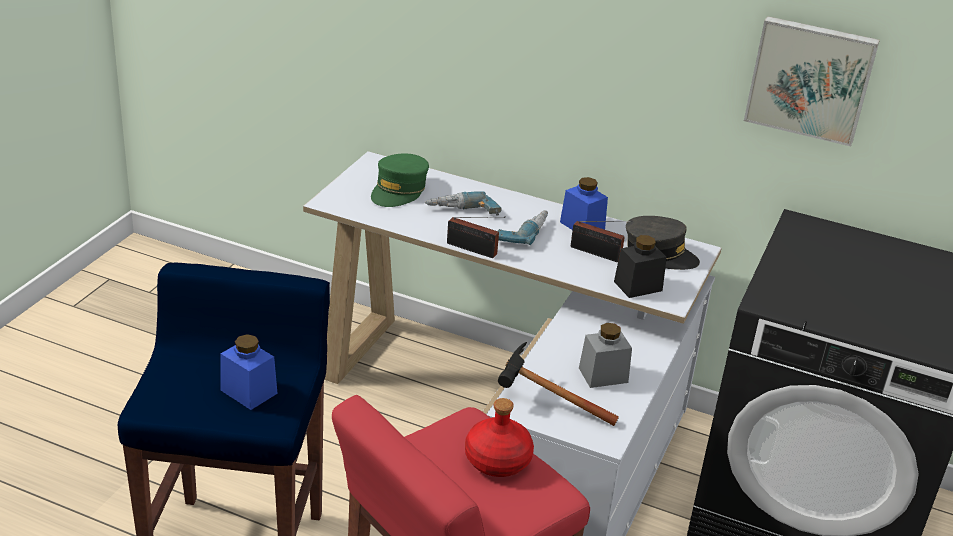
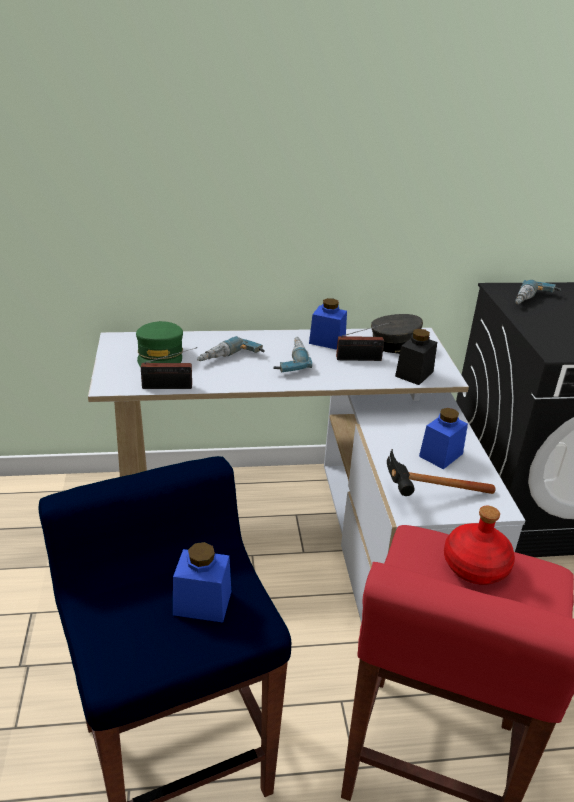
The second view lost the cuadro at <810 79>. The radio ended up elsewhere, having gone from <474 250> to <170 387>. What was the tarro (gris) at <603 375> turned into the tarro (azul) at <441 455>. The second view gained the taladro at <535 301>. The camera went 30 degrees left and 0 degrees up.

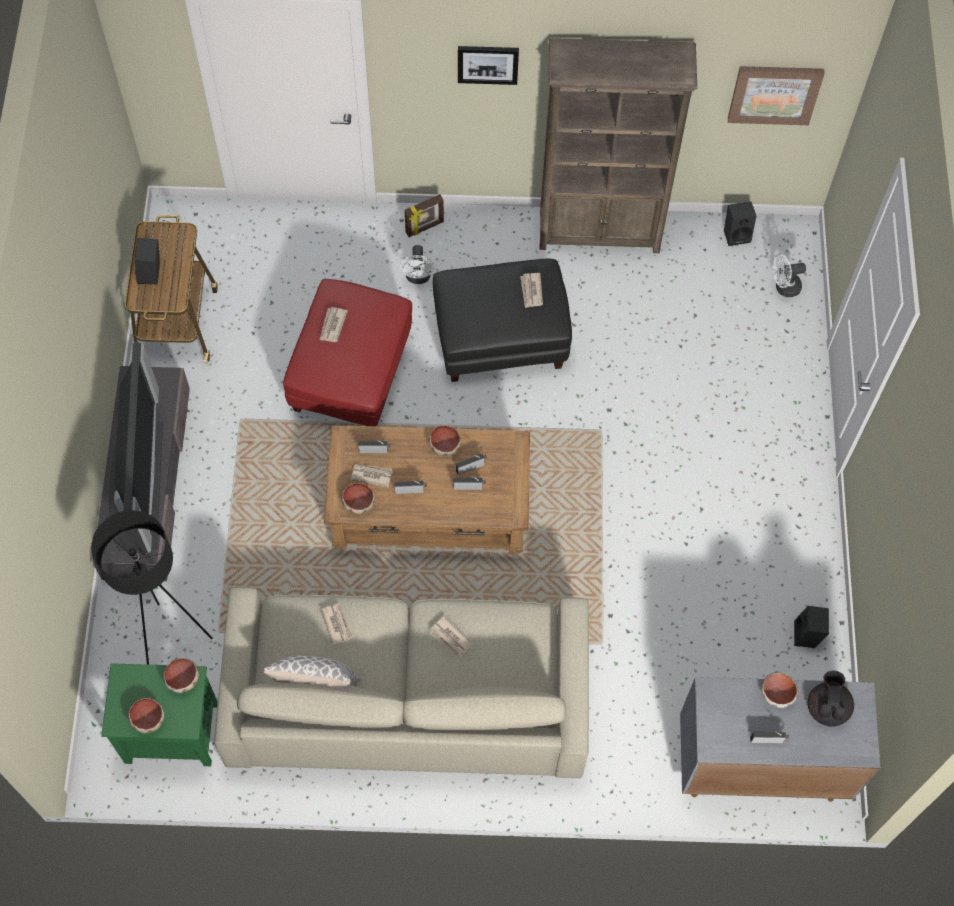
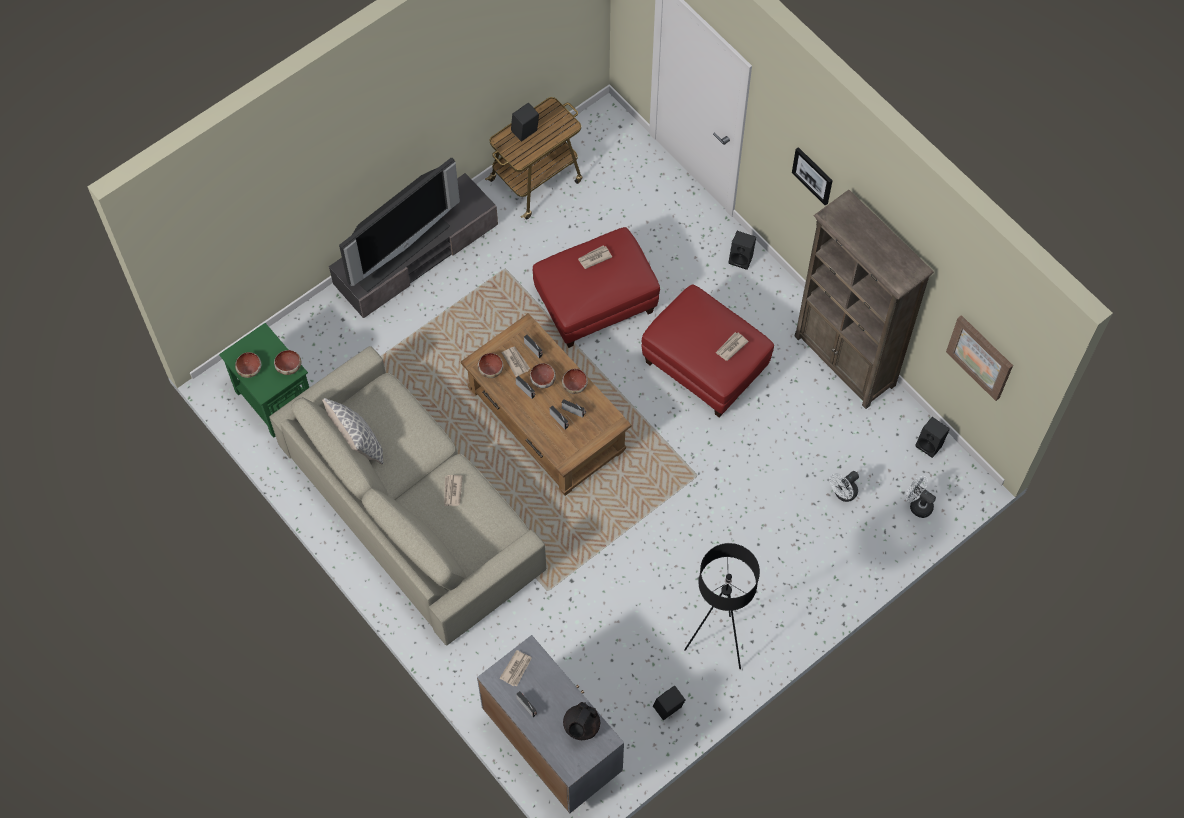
Where the portarretratos stood at <425 228>, the altavoz (negro) came to stand at <741 258>. The ventilador (blanco) ended up elsewhere, having gone from <418 277> to <843 494>. What was the puf (negro) at <500 338> turned into the puf (rojo) at <704 365>. The lámpara de pie (negro) ended up elsewhere, having gone from <172 638> to <717 644>. The periódico ended up elsewhere, having gone from <337 624> to <516 668>. The tetera (negro) at <827 707> ended up facing another way, 150 degrees clockwise from before. The cuenco ended up elsewhere, having gone from <778 693> to <543 380>. The camera went 50 degrees right and 0 degrees up.

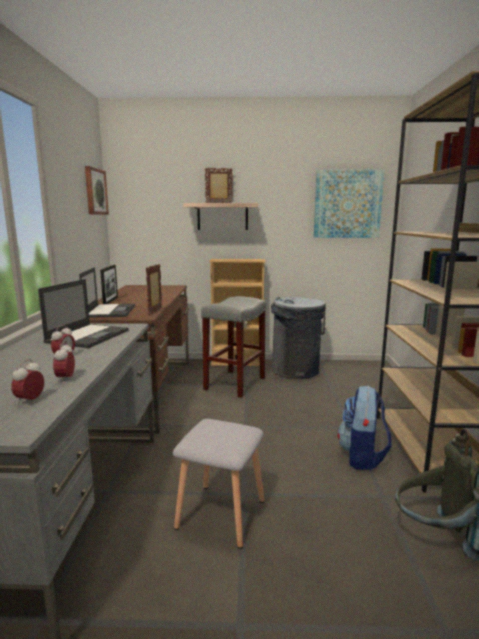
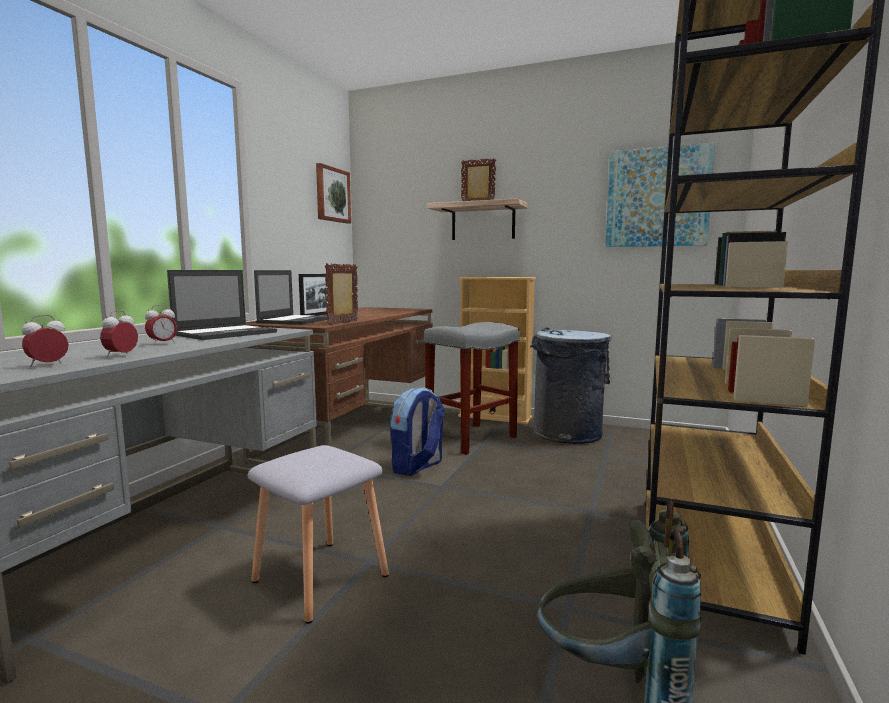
The mochila ended up elsewhere, having gone from <362 457> to <417 467>. The camera went 20 degrees right and 5 degrees down.

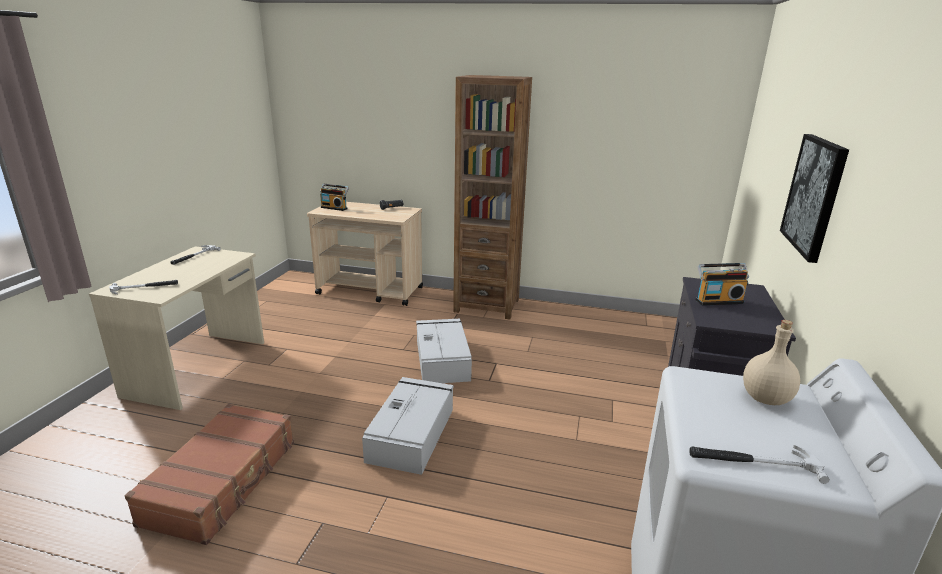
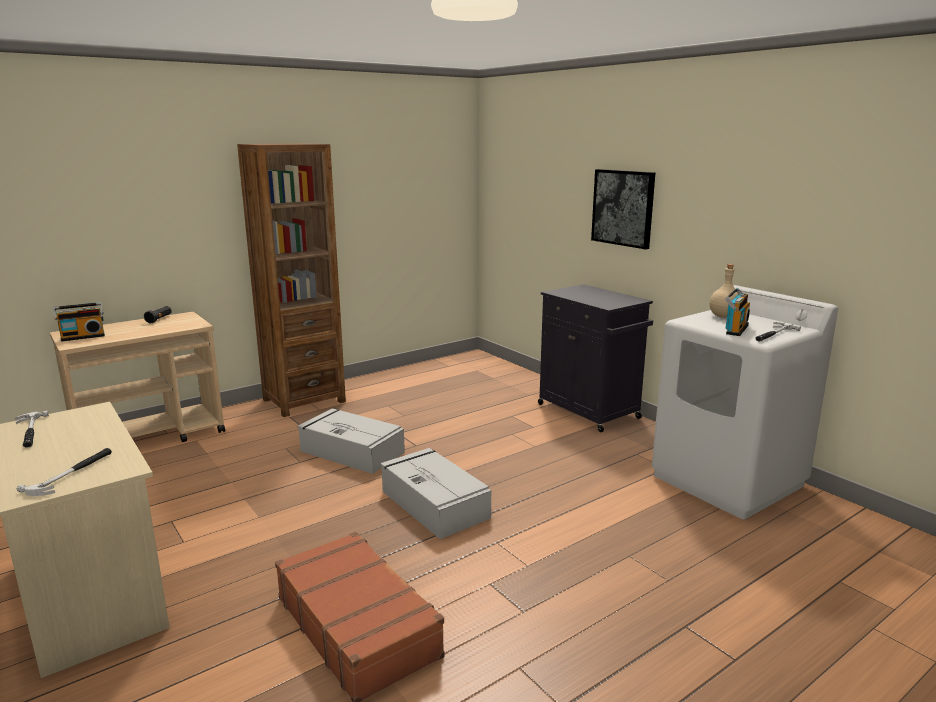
The radio ended up elsewhere, having gone from <718 301> to <734 329>. The camera went 50 degrees left and 5 degrees down.

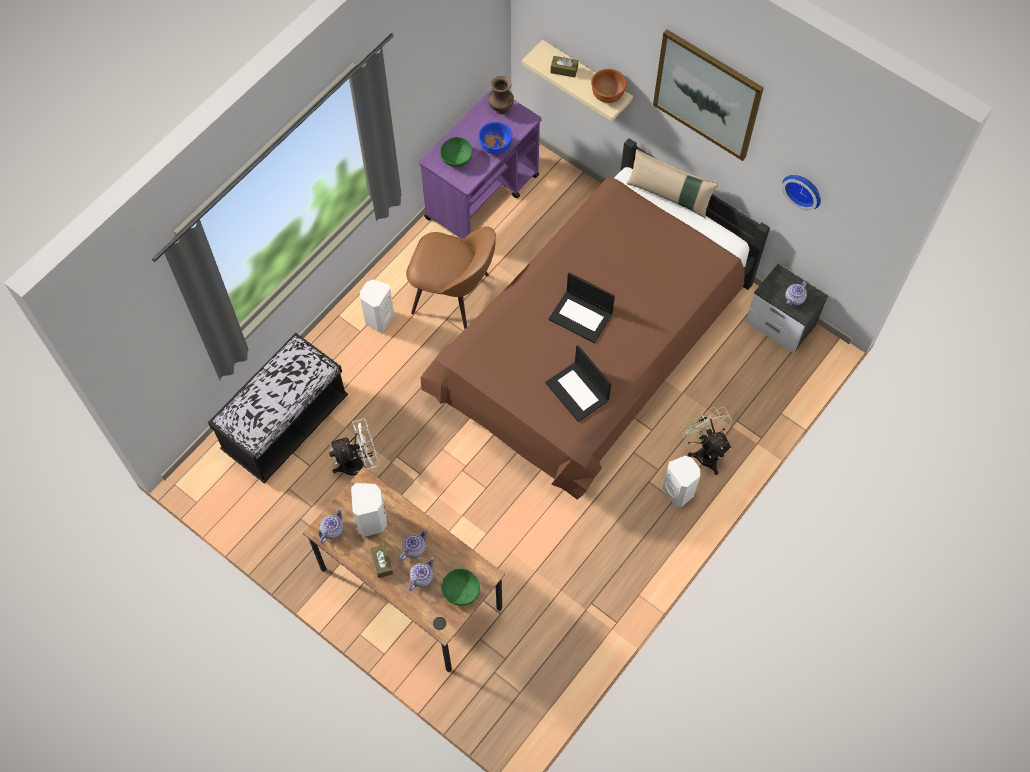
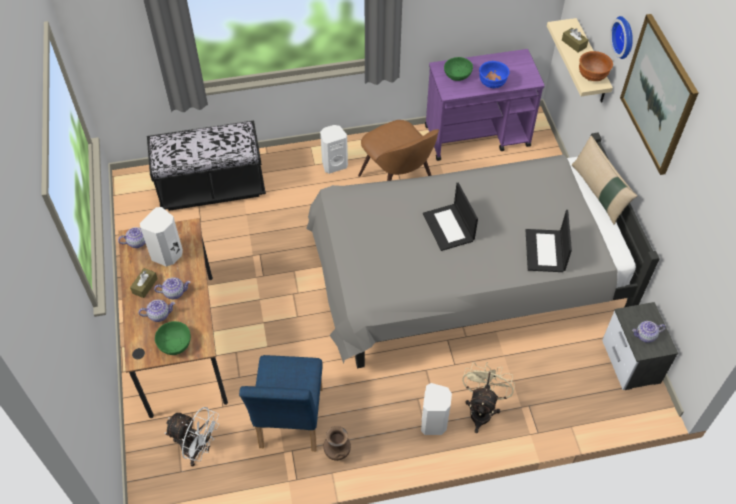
The florero (marrón) ended up elsewhere, having gone from <500 109> to <337 453>. What was the cama (marrón) at <593 348> turned into the cama (gris) at <464 279>. The reloj de pared ended up elsewhere, having gone from <803 189> to <625 37>. The portátil ended up elsewhere, having gone from <578 392> to <545 251>. The ventilador (blanco) ended up elsewhere, having gone from <359 464> to <198 449>. The second view gained the silla (azul) at <289 424>. The camera went 40 degrees right and 10 degrees down.

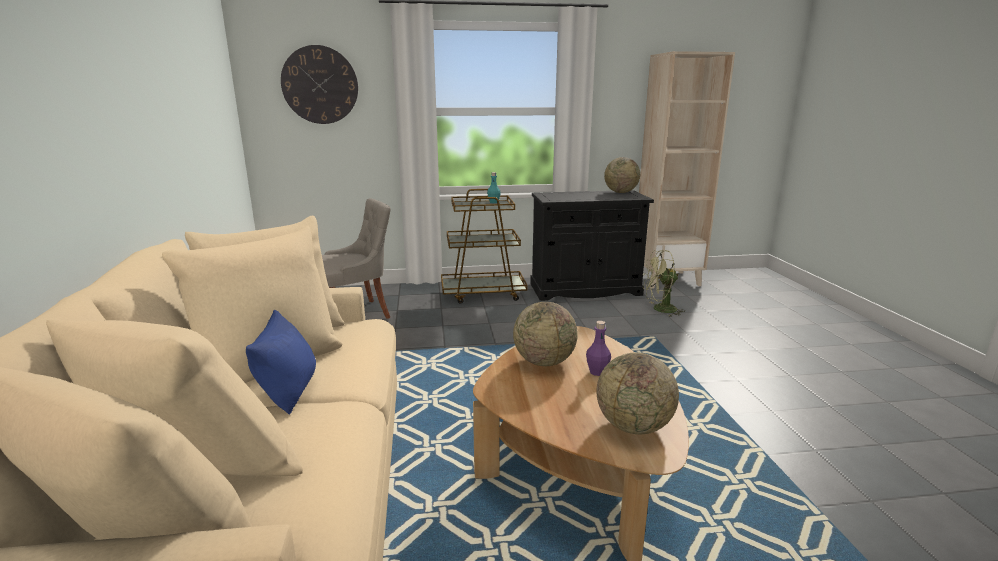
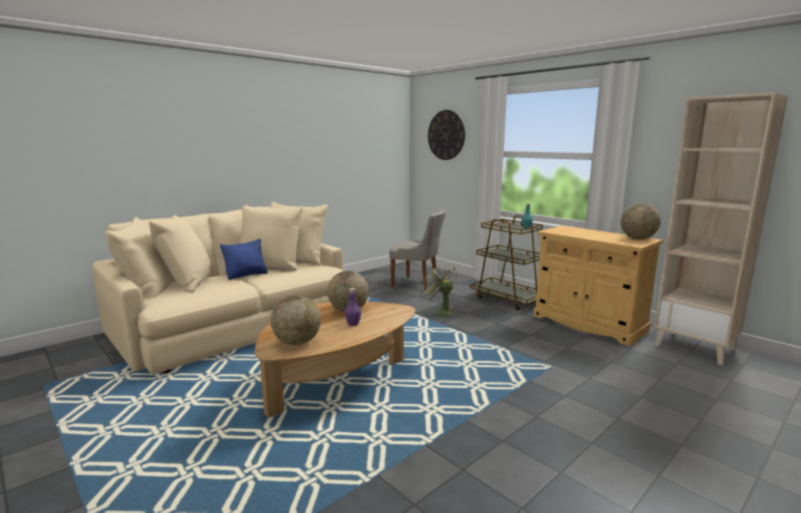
What was the armario (negro) at <585 289> turned into the armario (beis) at <588 324>. The ventilador (verde) ended up elsewhere, having gone from <660 309> to <441 311>. The camera went 55 degrees right and 5 degrees down.

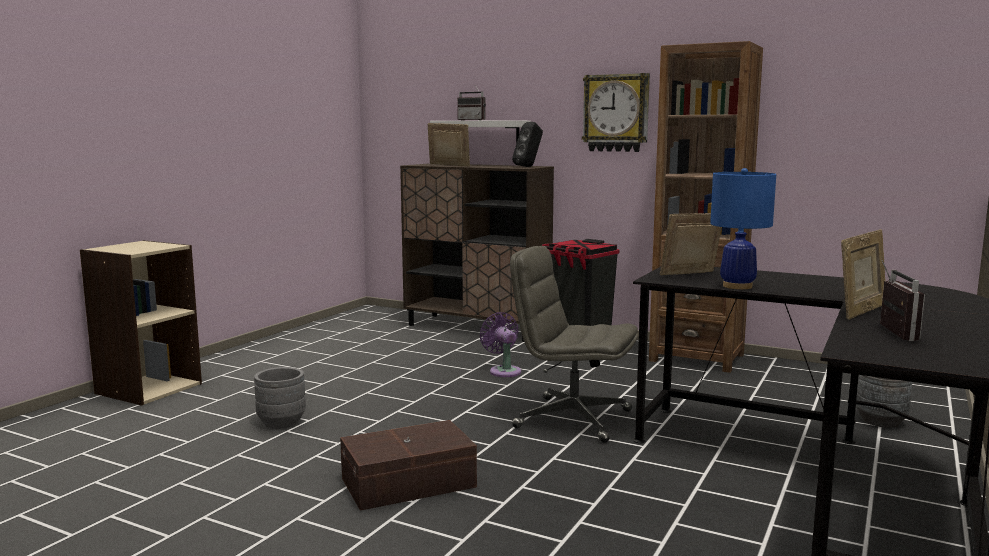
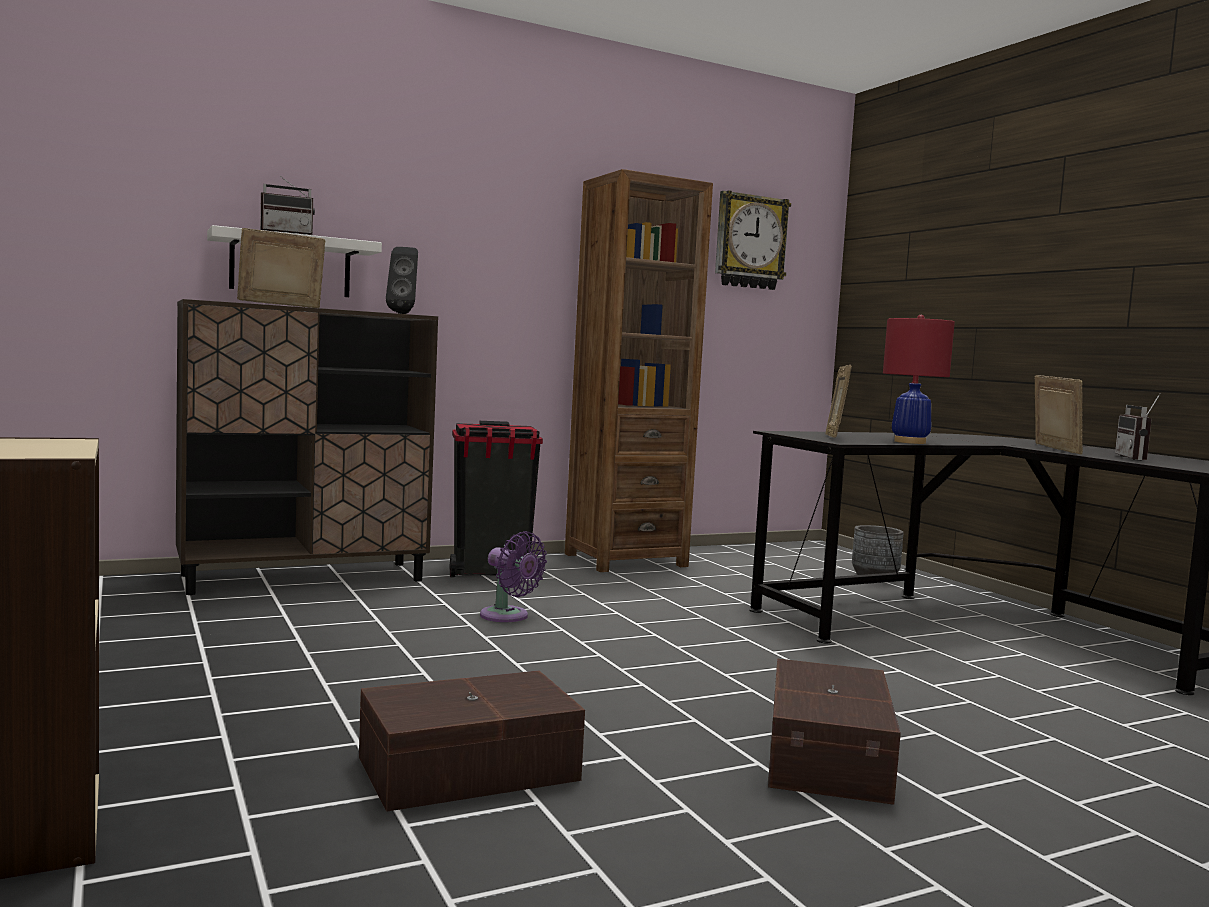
The reloj de pared ended up elsewhere, having gone from <616 113> to <749 242>. What was the lámpara de mesa (azul) at <737 286> turned into the lámpara de mesa (rojo) at <910 442>. The second view lost the silla de oficina (gris) at <571 419>. The radio at <890 333> ended up facing another way, 120 degrees counterclockwise from before. The ventilador (morado) at <503 371> ended up facing another way, 150 degrees counterclockwise from before. Where the maceta (gris) stood at <281 422>, the caja de almacenaje (marrón) came to stand at <465 768>. The camera went 55 degrees left and 5 degrees down.

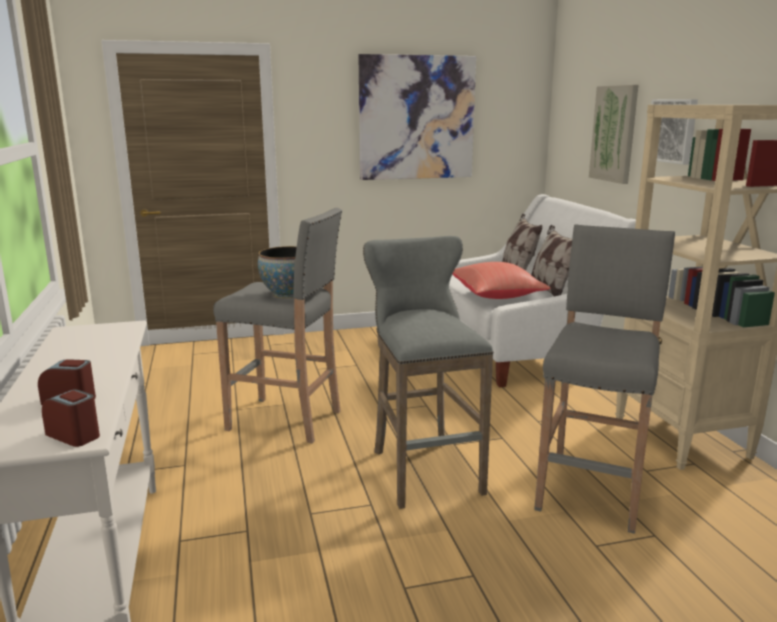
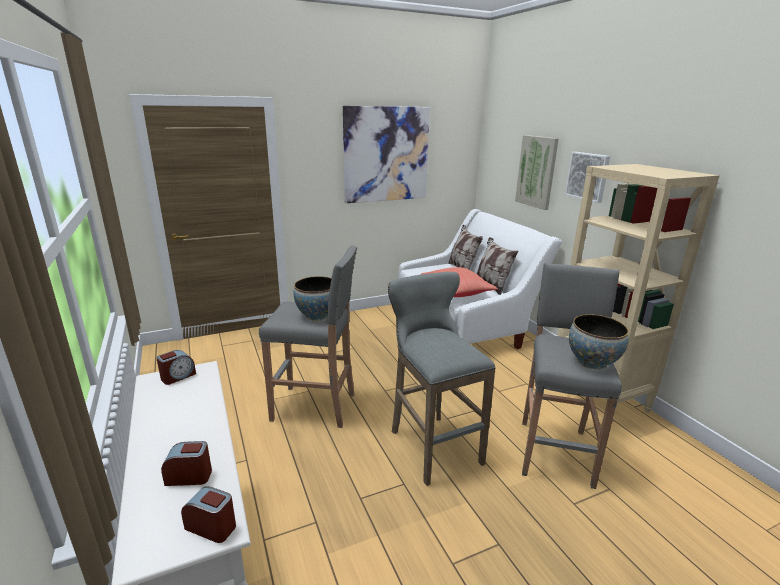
The second view gained the cuenco at <592 362>. The second view gained the despertador at <178 376>. The camera went 10 degrees left and 5 degrees up.

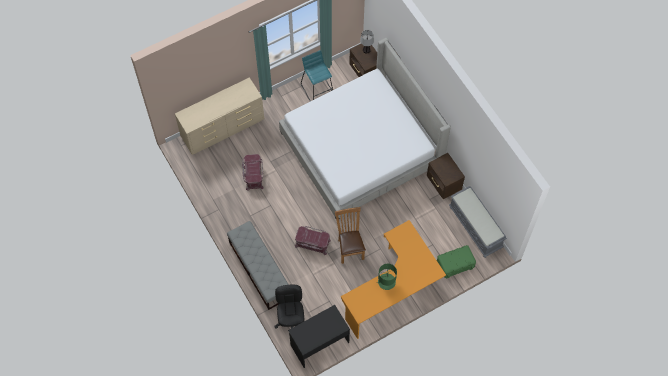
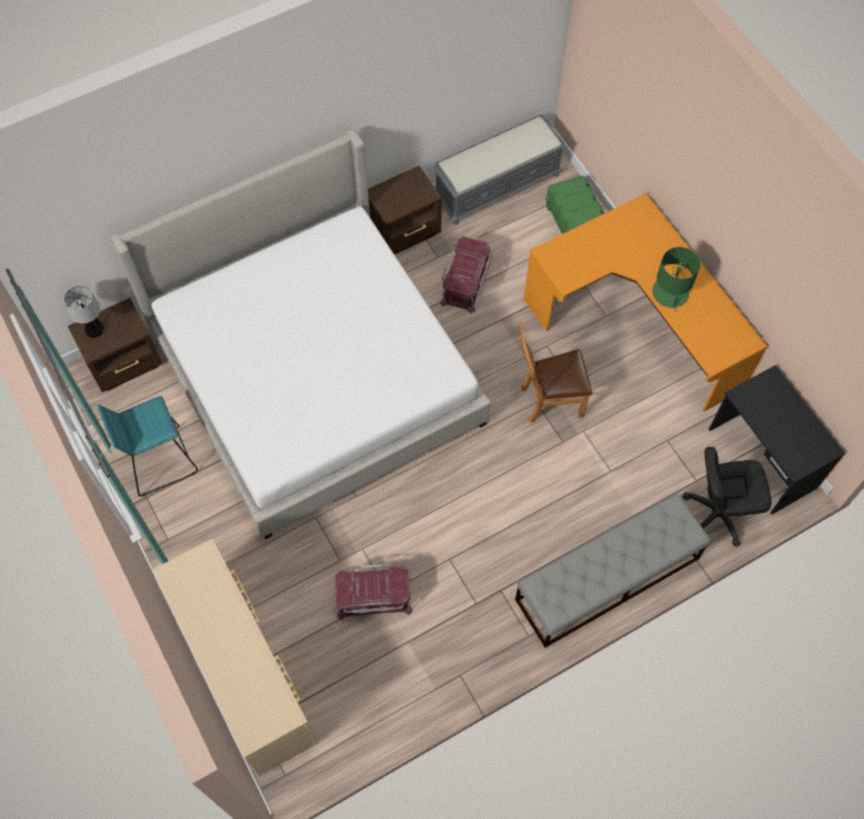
The caja de almacenaje (rojo) ended up elsewhere, having gone from <312 243> to <466 282>. The camera went 90 degrees left and 0 degrees up.

